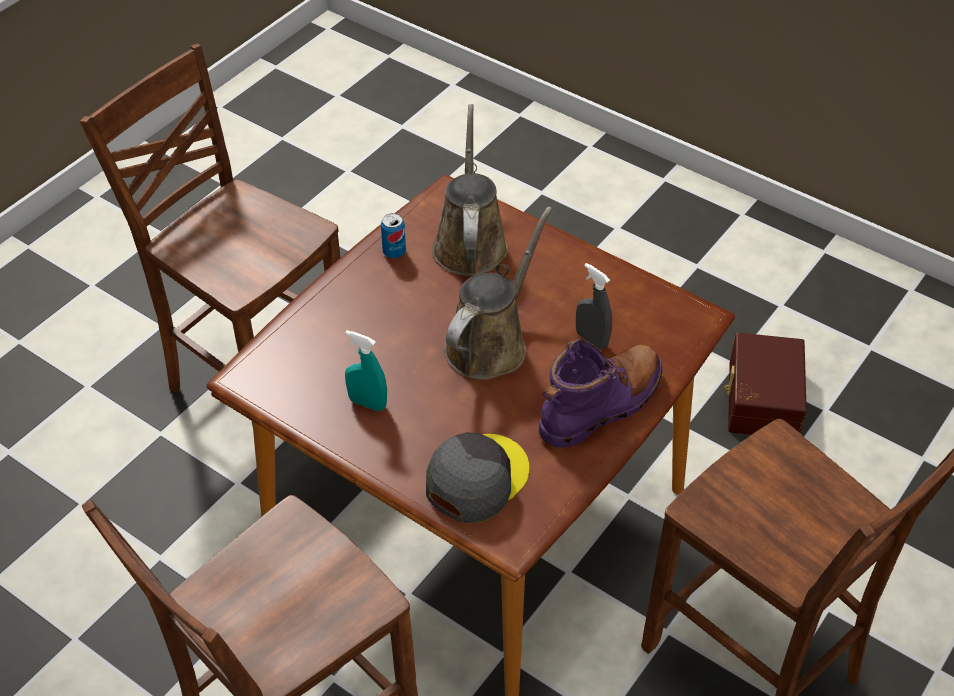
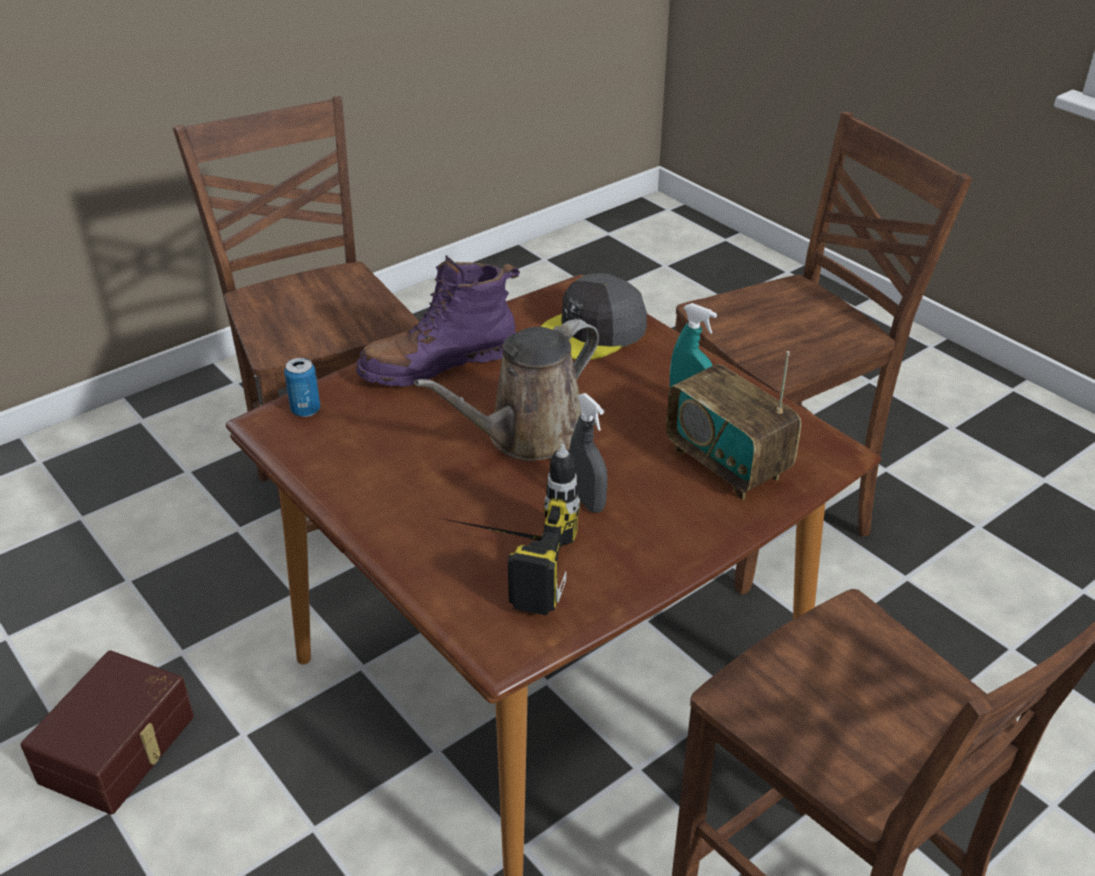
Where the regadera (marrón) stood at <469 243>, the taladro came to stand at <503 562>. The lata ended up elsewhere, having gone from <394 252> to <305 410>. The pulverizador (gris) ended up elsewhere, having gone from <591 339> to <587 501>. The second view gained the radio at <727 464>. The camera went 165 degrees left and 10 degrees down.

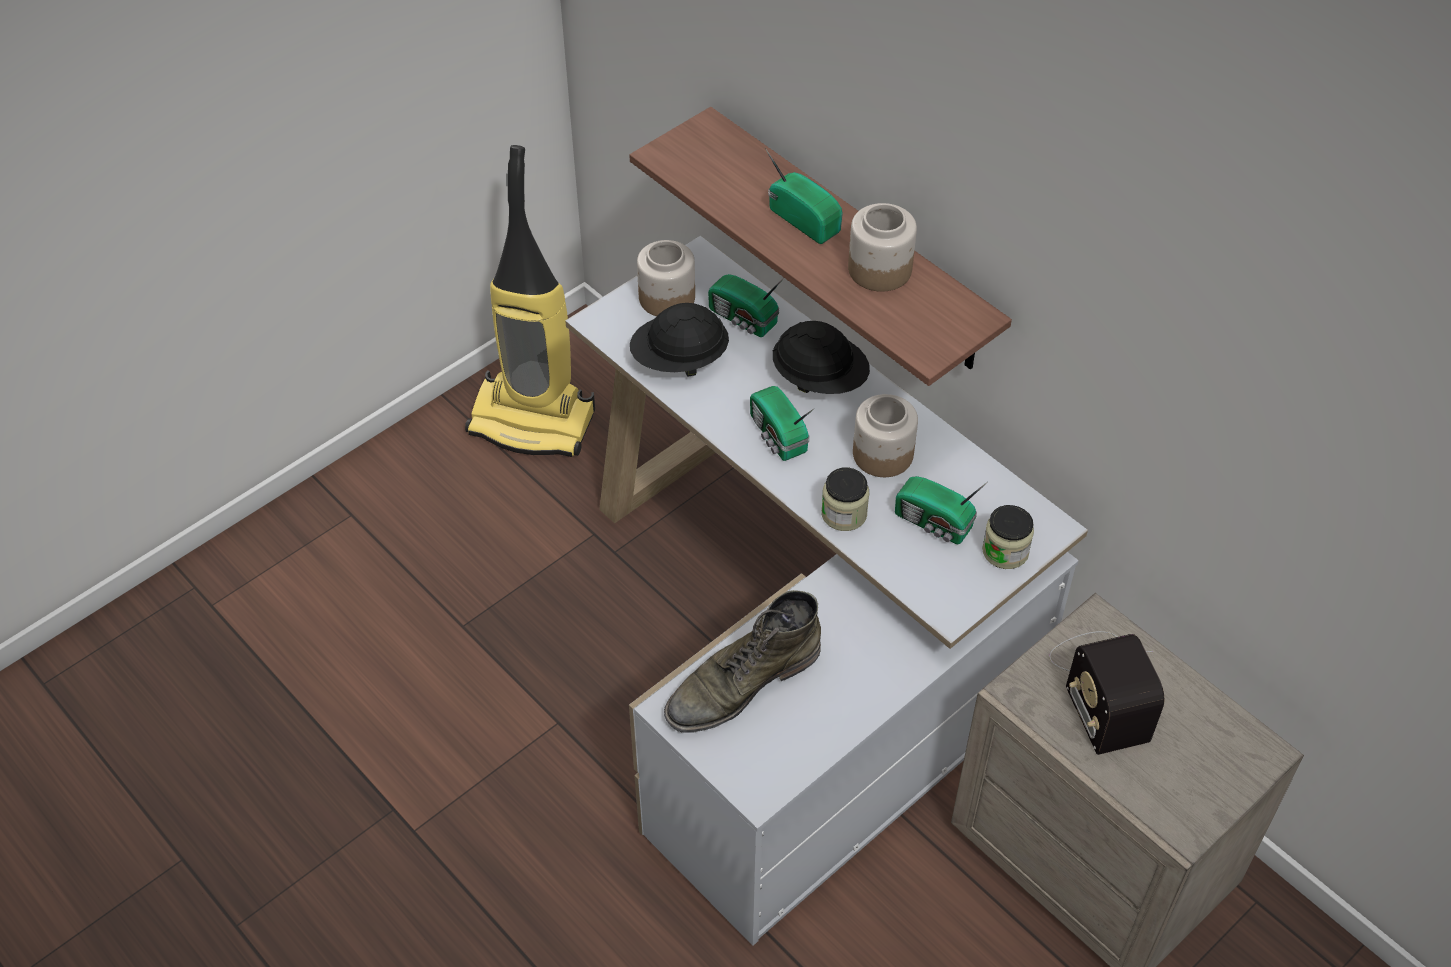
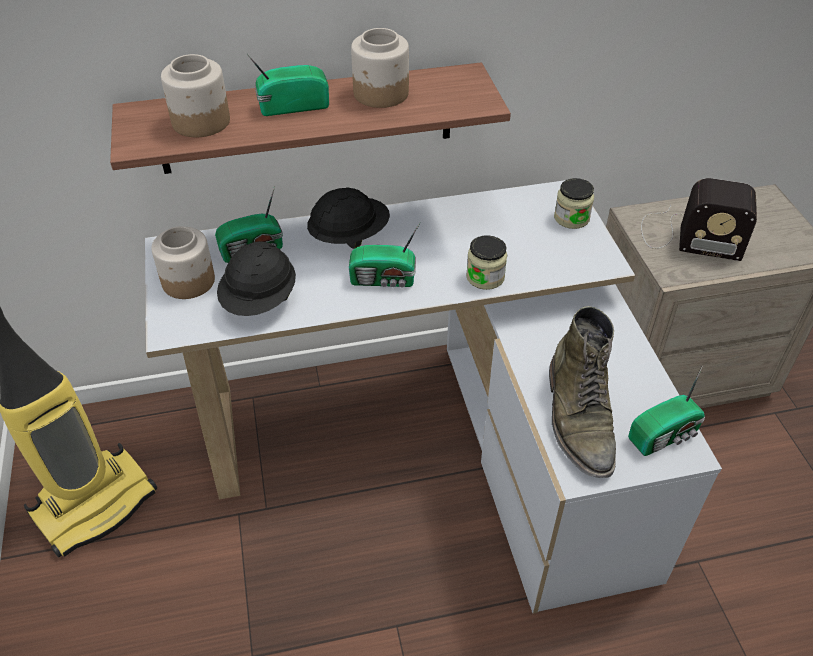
The tarro ended up elsewhere, having gone from <882 454> to <200 122>. The radio ended up elsewhere, having gone from <934 523> to <665 435>. The camera went 60 degrees left and 5 degrees down.

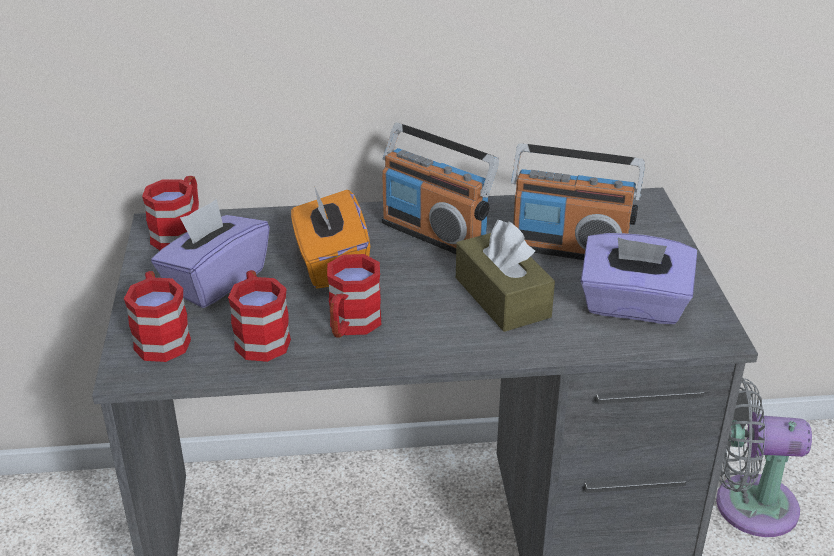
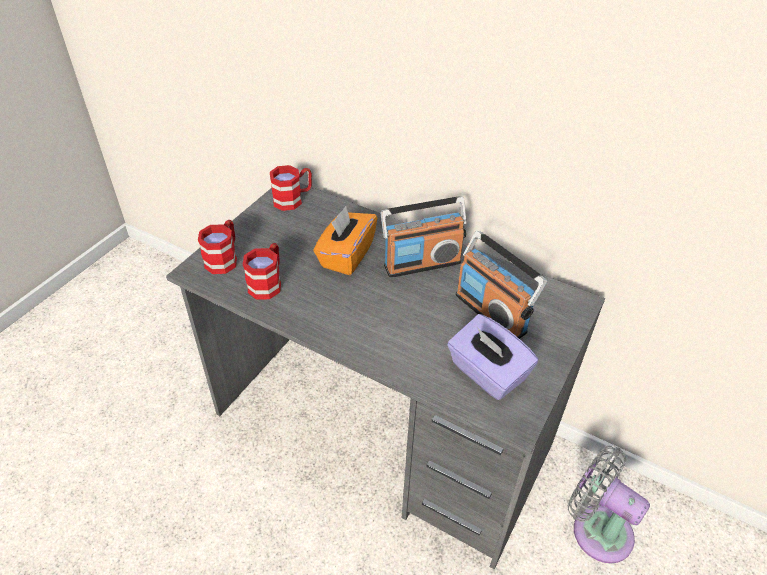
The radio at <434 234> ended up facing another way, 90 degrees counterclockwise from before. The second view lost the caja de pañuelos (morado) at <215 281>. The second view lost the caja de pañuelos (marrón) at <502 297>. The second view lost the taza grande (rojo) at <351 326>. The camera went 35 degrees right and 10 degrees up.

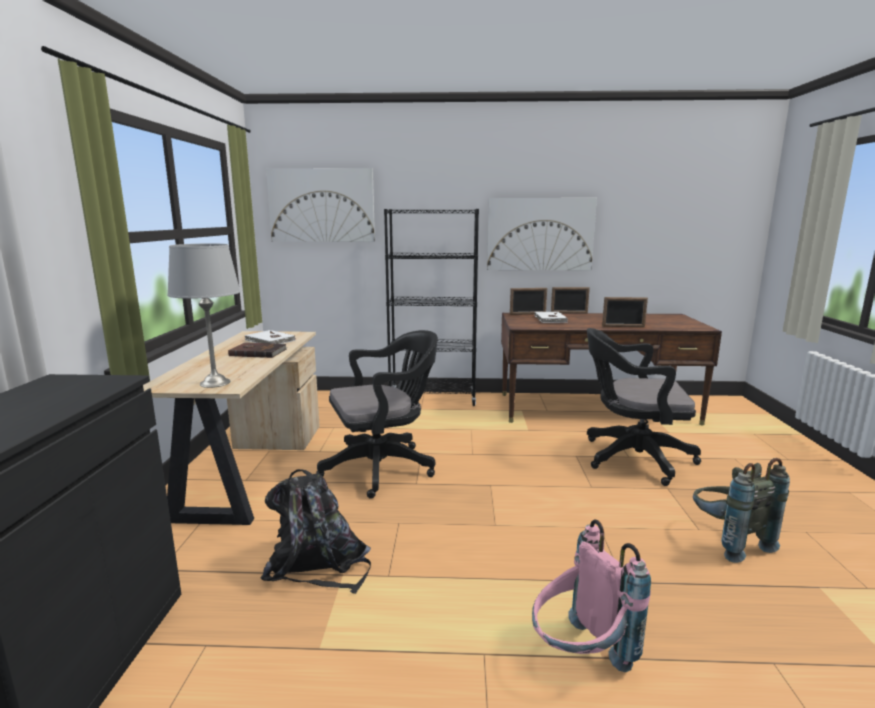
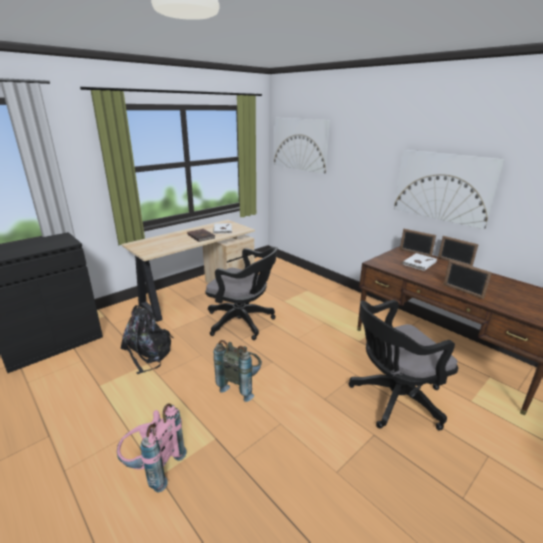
The second view lost the estantería (negro) at <433 400>. The second view lost the lámpara de mesa (gris) at <215 383>. The silla de oficina (negro) at <631 458> ended up facing another way, 75 degrees counterclockwise from before. The mochila (gris) ended up elsewhere, having gone from <727 541> to <241 385>. The camera went 45 degrees right and 10 degrees up.

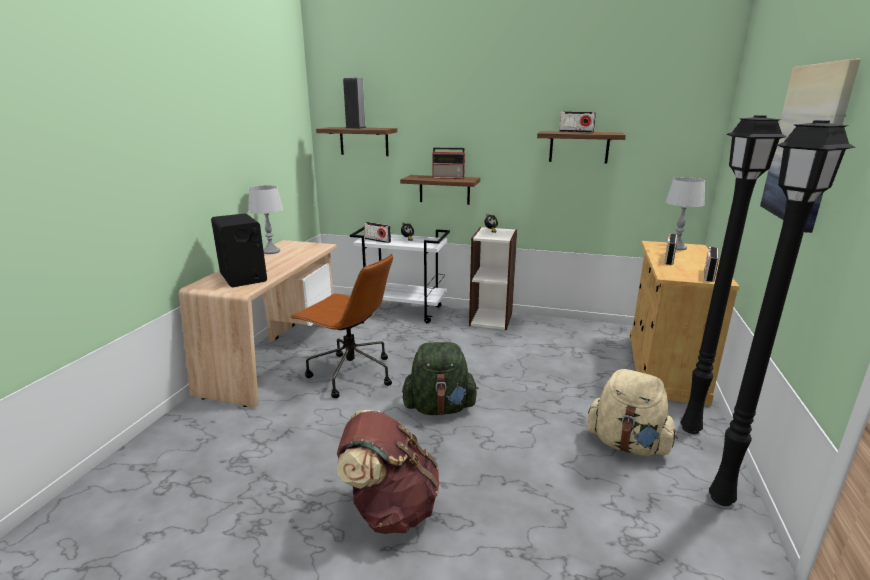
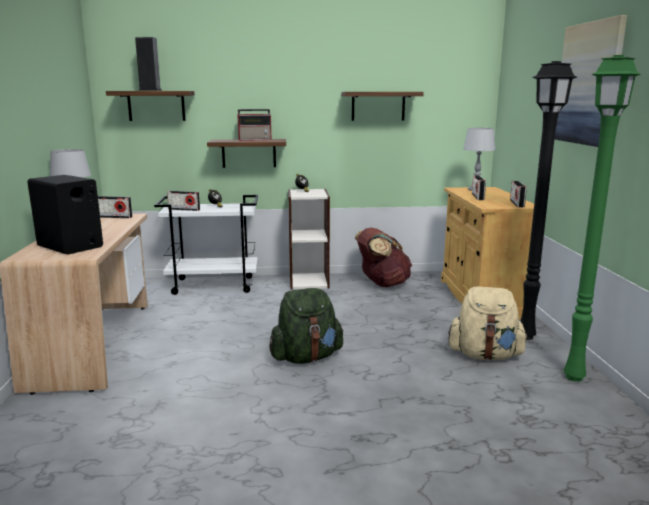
The radio ended up elsewhere, having gone from <576 132> to <114 217>. What was the lámpara de pie (negro) at <723 499> turned into the lámpara de pie (verde) at <575 377>. The second view lost the silla de oficina (marrón) at <350 374>. The mochila (marrón) ended up elsewhere, having gone from <390 509> to <382 284>. The camera went 20 degrees left and 5 degrees down.

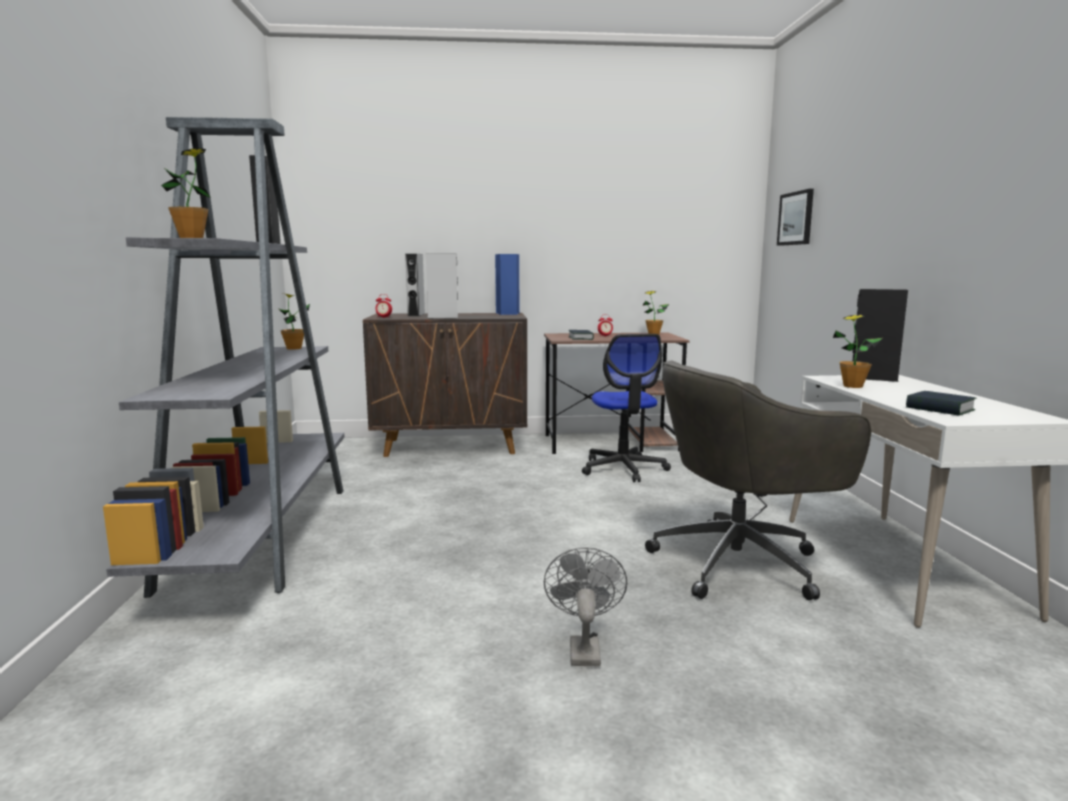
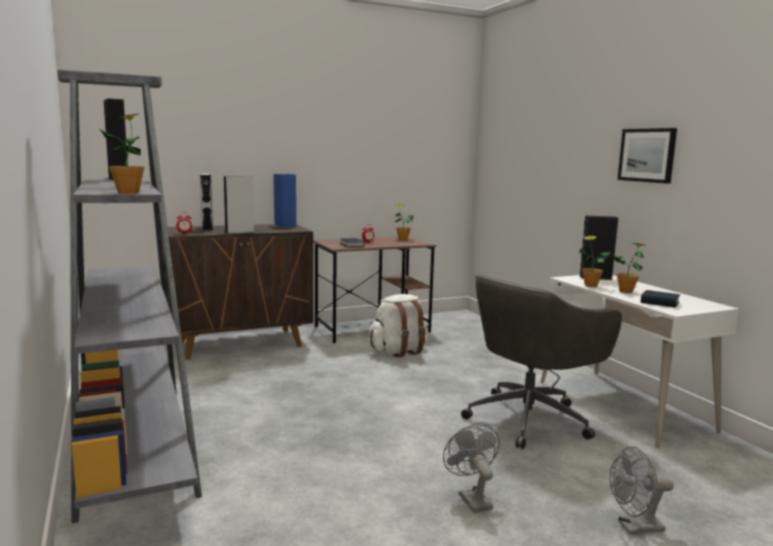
The cuadro ended up elsewhere, having gone from <796 218> to <647 155>. The planta en maceta ended up elsewhere, having gone from <294 348> to <626 291>. Where the silla de oficina stood at <623 469>, the mochila (blanco) came to stand at <398 351>. The second view gained the ventilador (gris) at <634 528>. The camera went 20 degrees left and 0 degrees up.

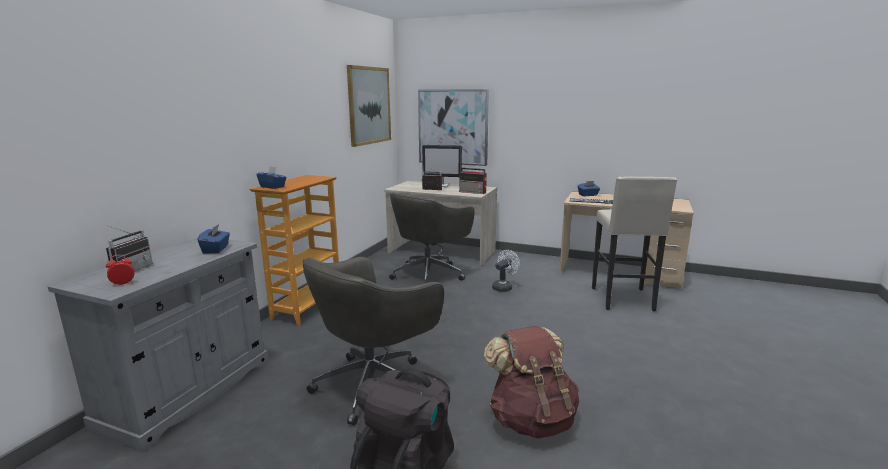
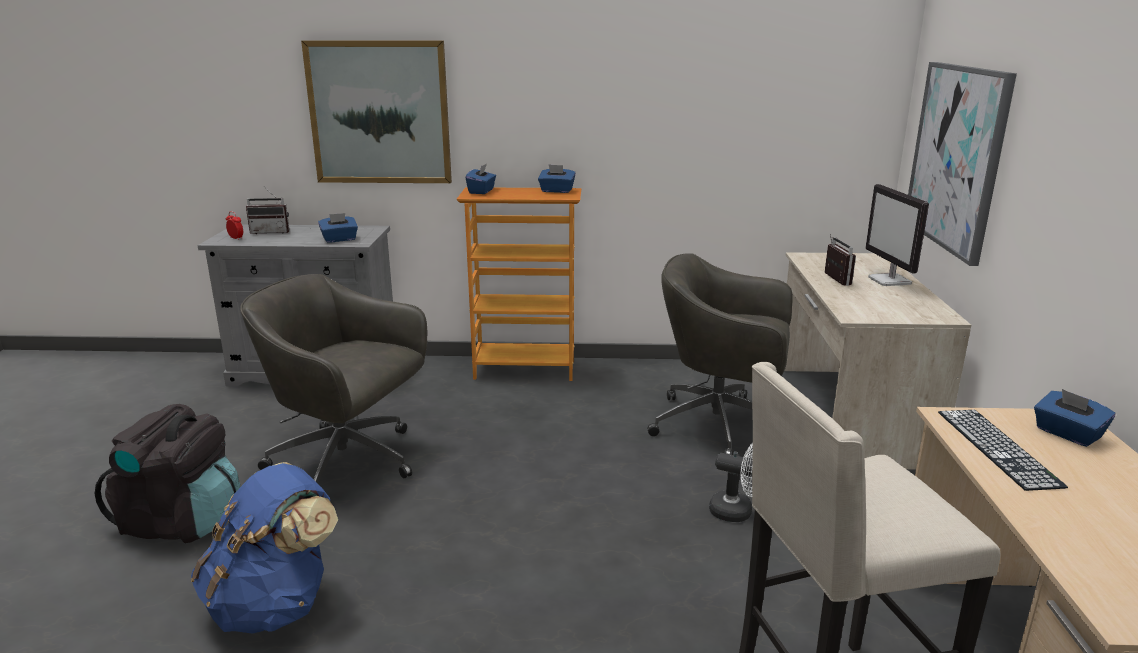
The cuadro ended up elsewhere, having gone from <369 105> to <379 113>. The second view lost the radio at <473 192>. What was the mochila (marrón) at <531 419> turned into the mochila (azul) at <275 604>. The second view gained the caja de pañuelos (azul) at <556 191>. The camera went 70 degrees right and 5 degrees up.

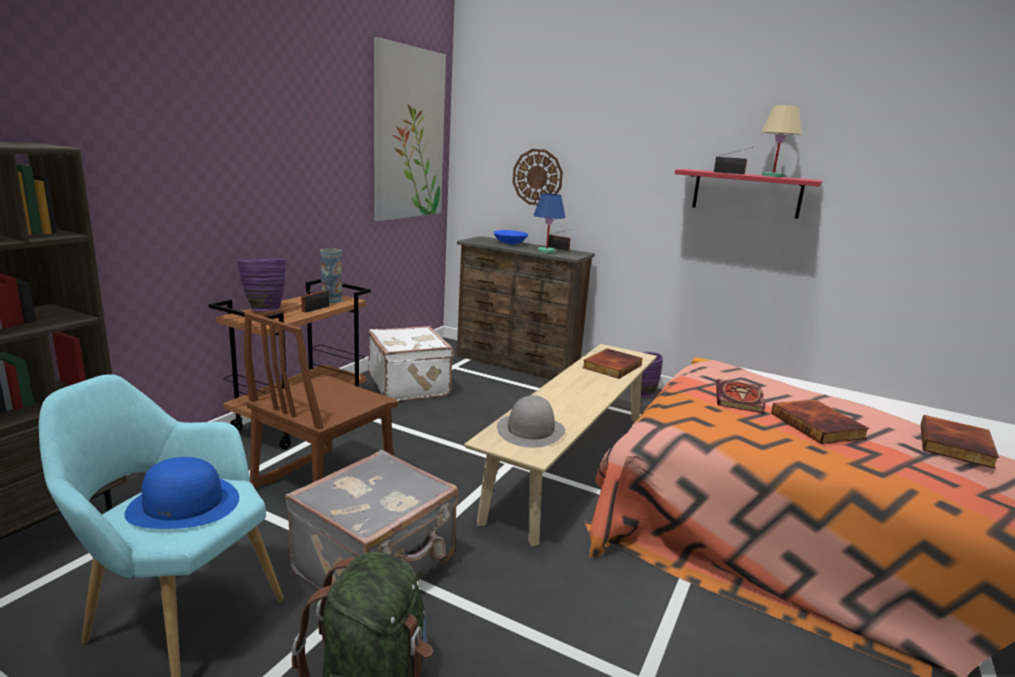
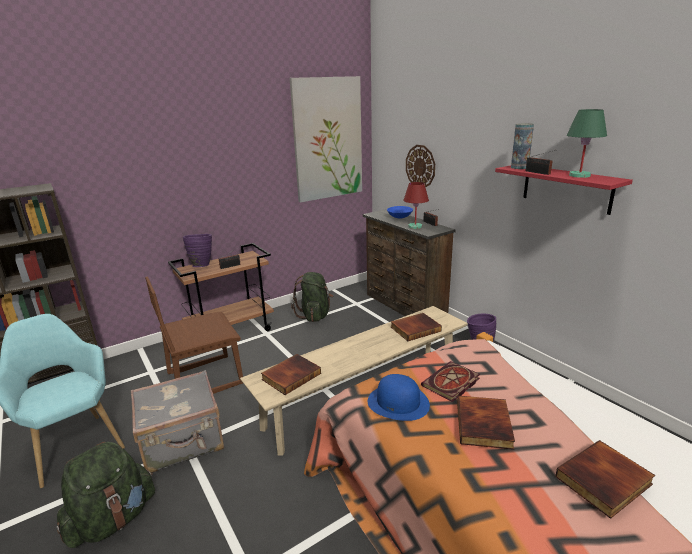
What was the lámpara de mesa (beis) at <772 176> turned into the lámpara de mesa (verde) at <579 175>. What was the lámpara de mesa (azul) at <546 251> turned into the lámpara de mesa (rojo) at <415 227>. The florero ended up elsewhere, having gone from <332 300> to <519 167>. Where the maleta (blanco) stood at <410 385>, the mochila (verde) came to stand at <315 315>. Where the sombrero (gris) stood at <530 430>, the libro came to stand at <291 376>. The sombrero (azul) ended up elsewhere, having gone from <184 504> to <398 402>. The camera went 30 degrees right and 5 degrees up.

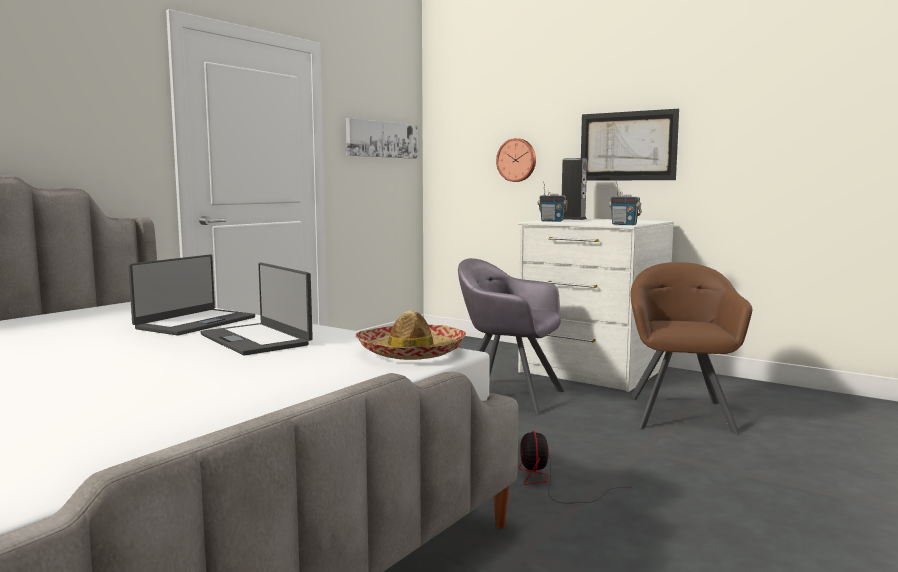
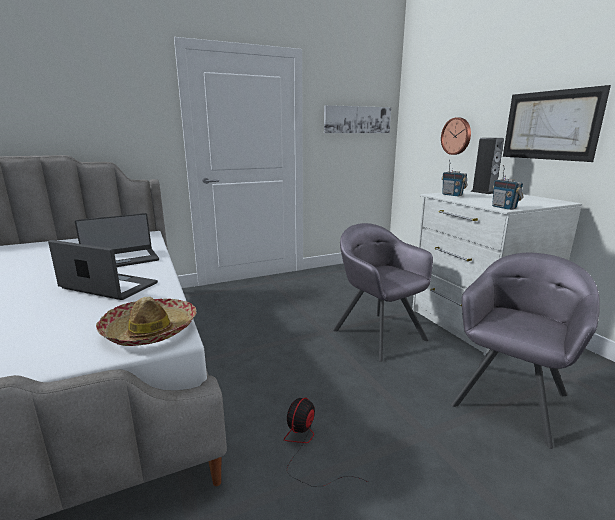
The portátil at <256 339> ended up facing another way, 120 degrees clockwise from before. What was the sillón (marrón) at <681 414> turned into the sillón (gris) at <511 399>. The camera went 30 degrees right and 10 degrees up.

